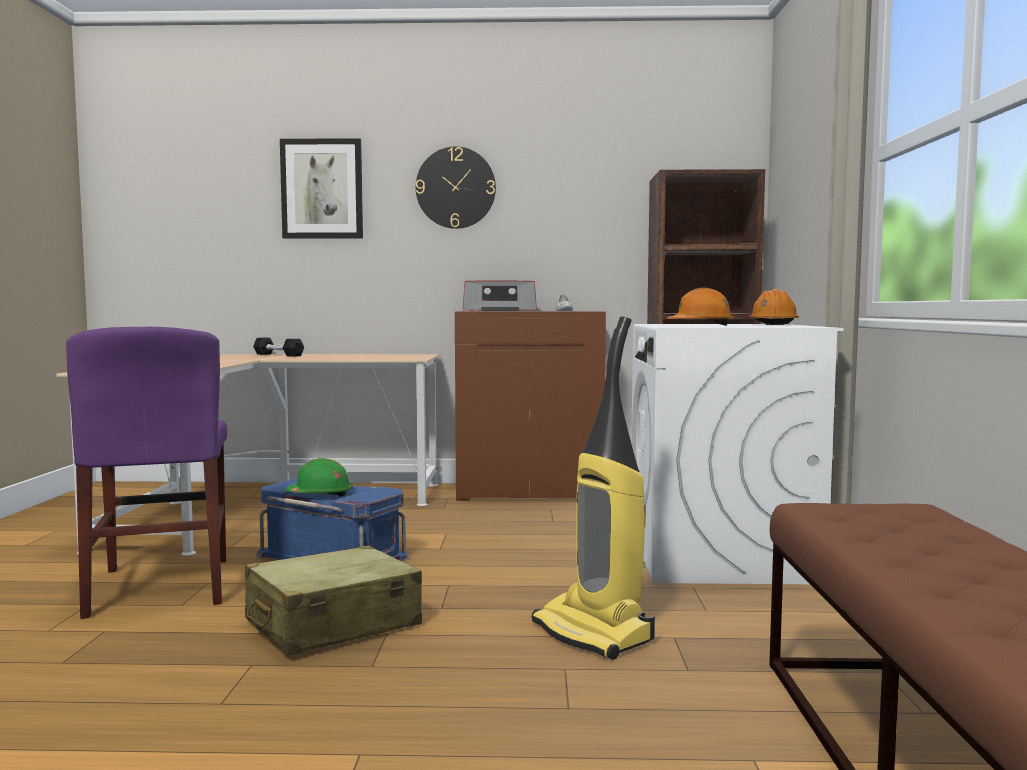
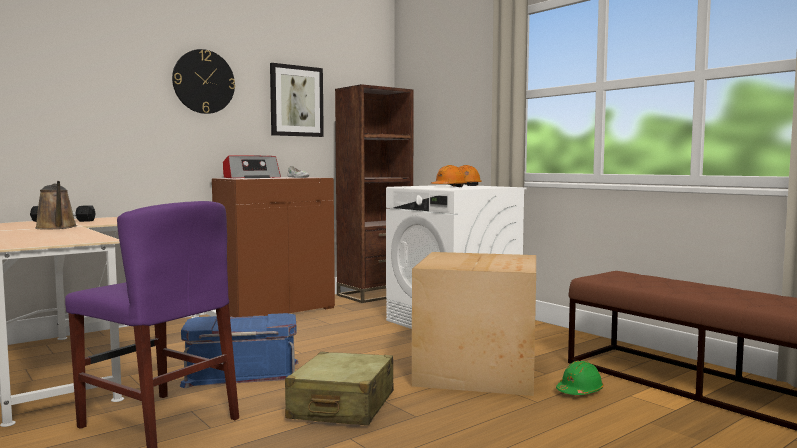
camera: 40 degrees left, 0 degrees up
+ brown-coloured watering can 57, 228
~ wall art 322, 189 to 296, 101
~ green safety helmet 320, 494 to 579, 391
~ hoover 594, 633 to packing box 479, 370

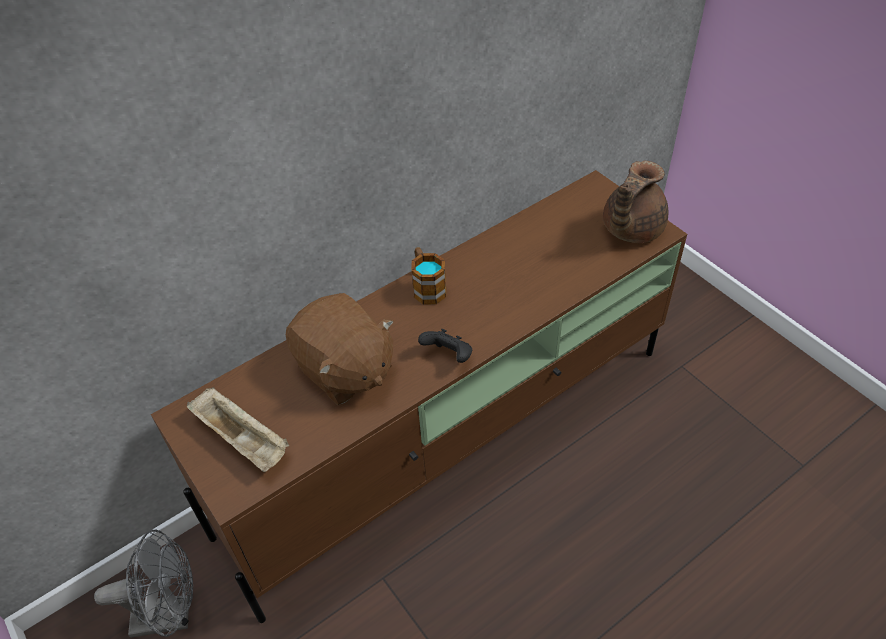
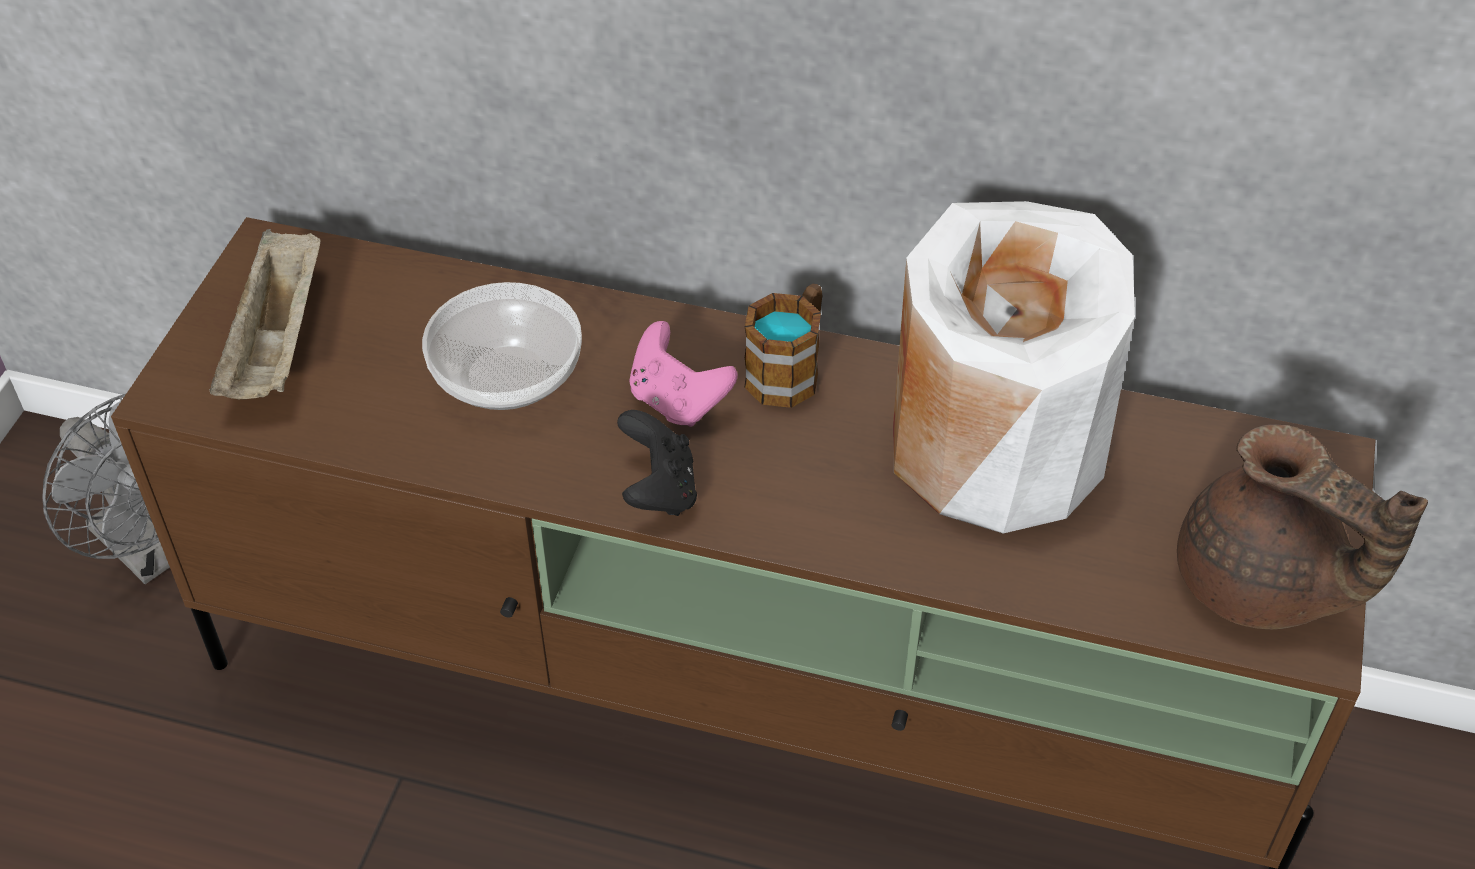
camera: 50 degrees right, 0 degrees up
+ pinkish gamepad 677, 401
+ white decorative vase 995, 447
~ brown-coloured soft toy 344, 370 to bowl 509, 375
~ brown-coloured pot for tea 630, 229 = 1260, 586 135 degrees counterclockwise

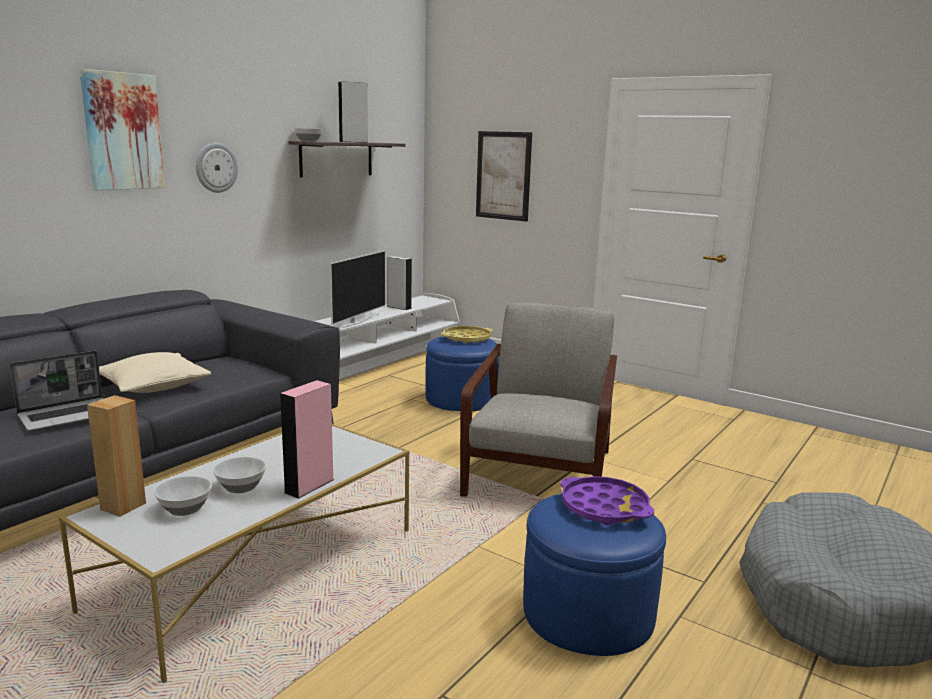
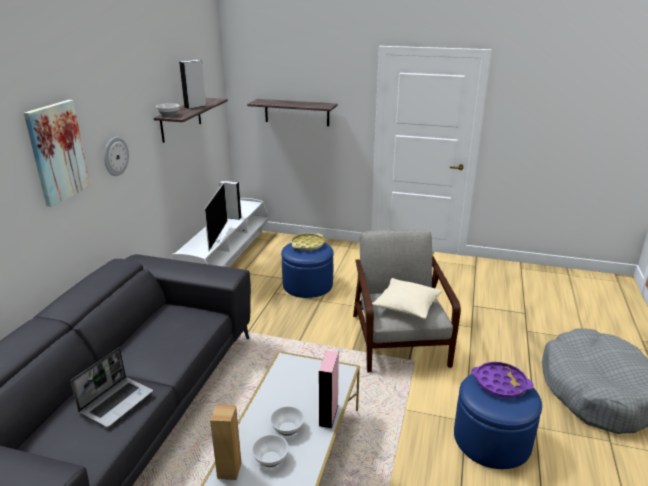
camera: 20 degrees left, 10 degrees up
~ beige-coloured cushion 153, 386 to 406, 306
~ wall art 503, 175 to bracket shelf 296, 112

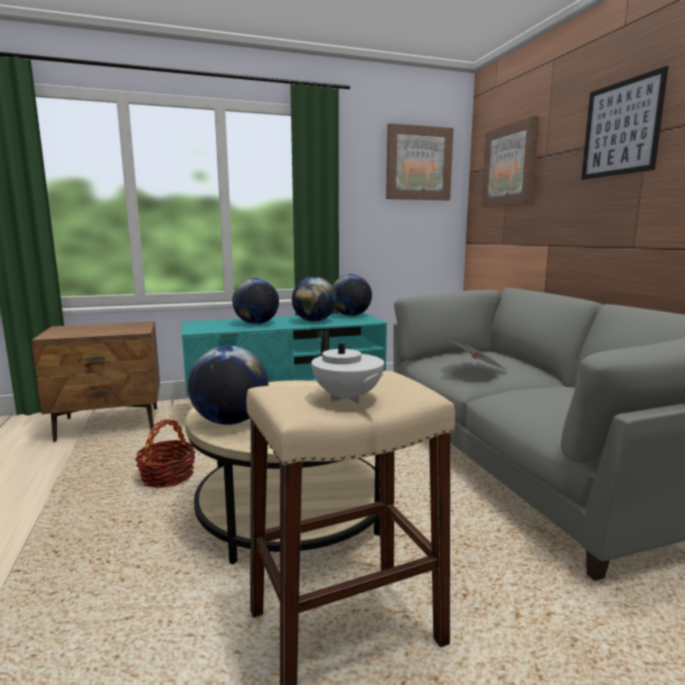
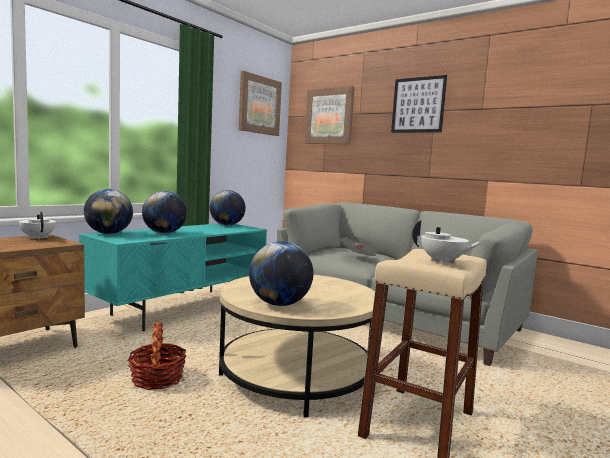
camera: 35 degrees left, 5 degrees down
+ white pot for tea 38, 238
~ world globe 314, 321 to 108, 233

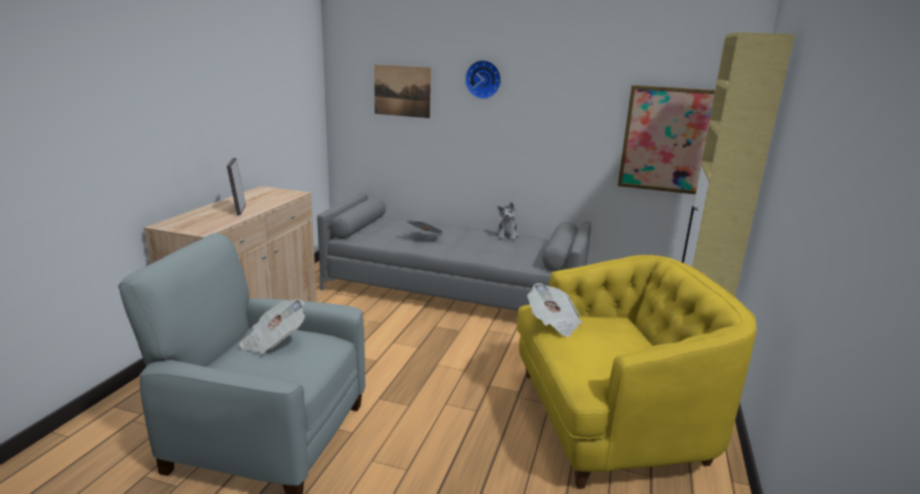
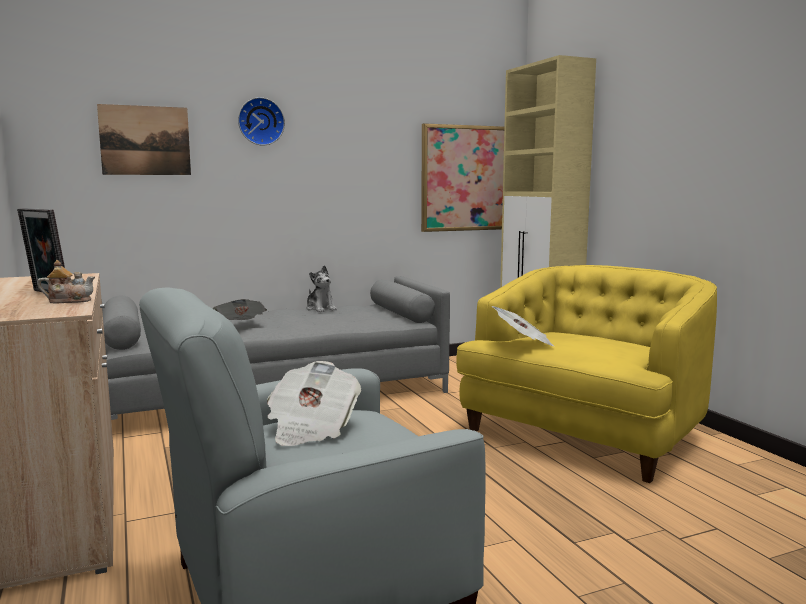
camera: 40 degrees left, 10 degrees down
+ pot for tea 69, 301

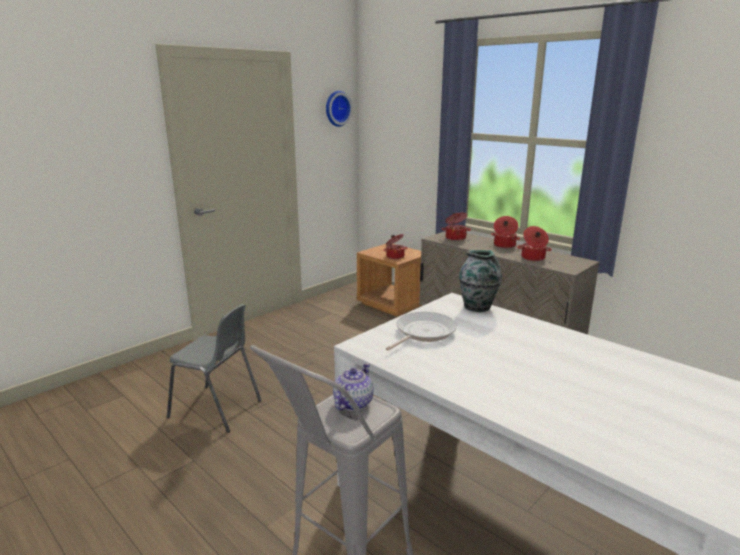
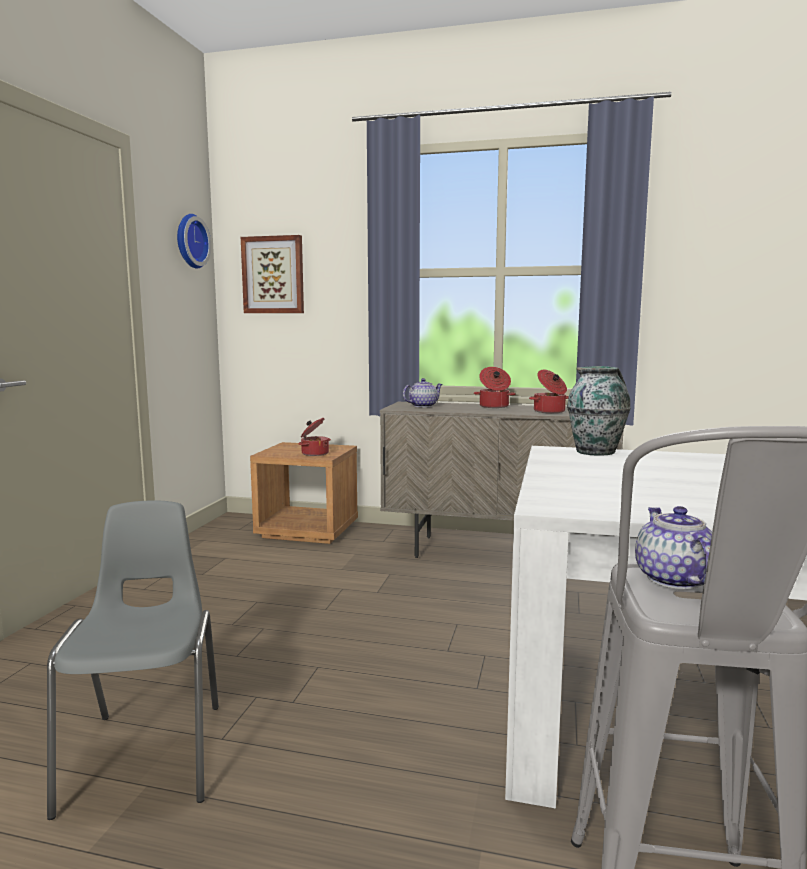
camera: 30 degrees left, 10 degrees down
- frying pan 423, 332
+ wall art 273, 275
~ saucepot 455, 238 to pot for tea 422, 406
~ grey chair 216, 409 = 148, 755 90 degrees counterclockwise

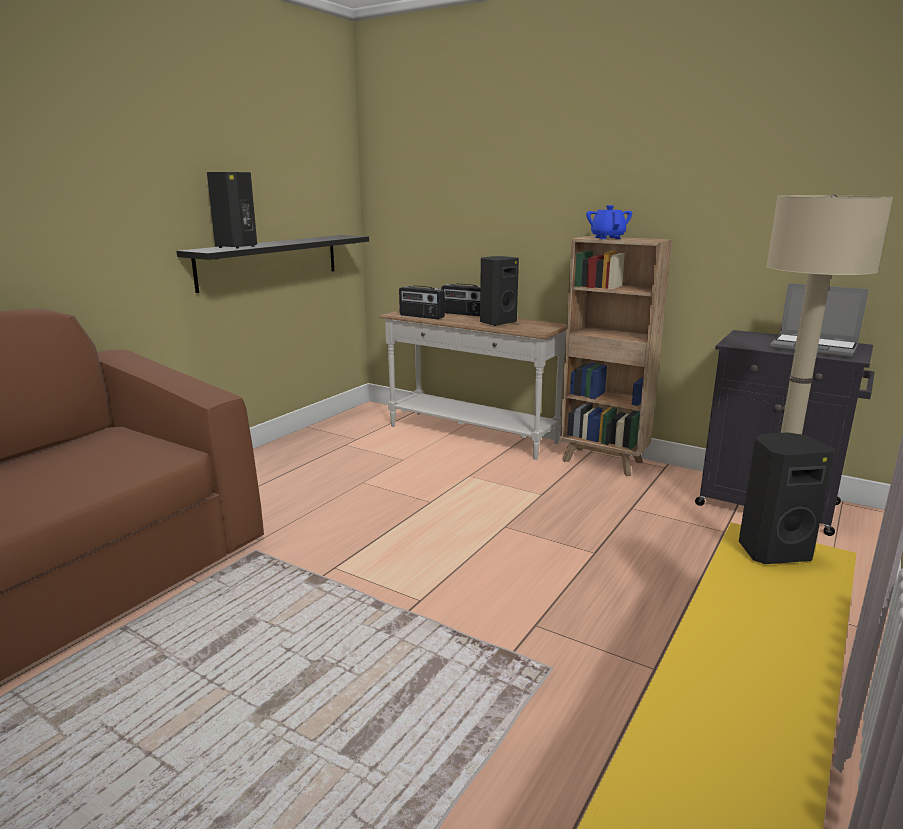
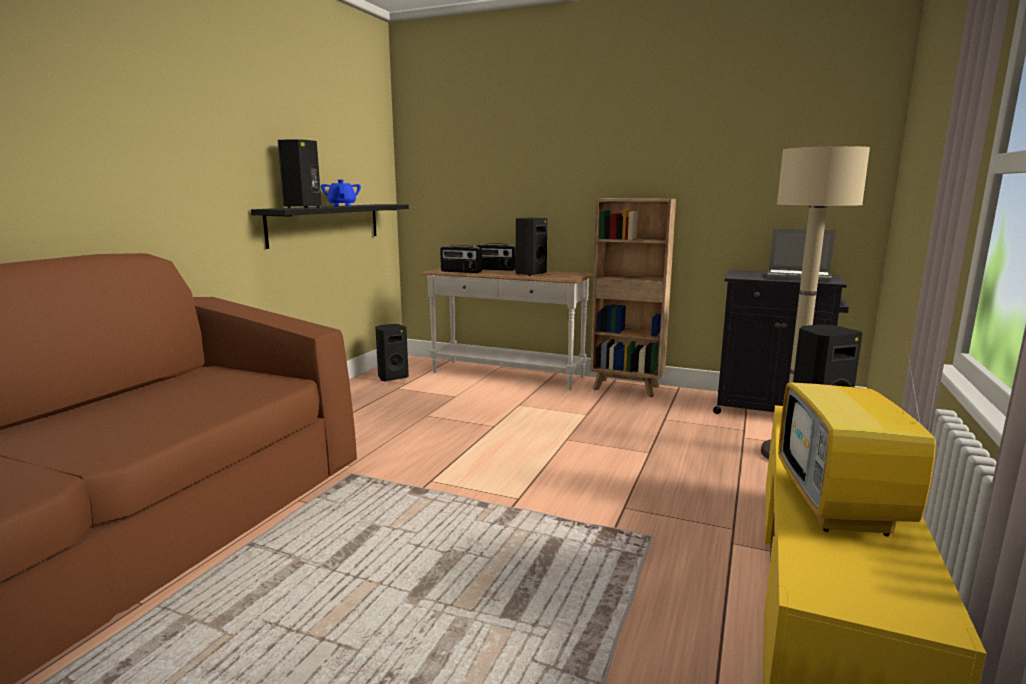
camera: 10 degrees left, 5 degrees down
+ blackish loudspeaker 392, 377
+ television 842, 509
~ blue pot for tea 607, 238 to 342, 206

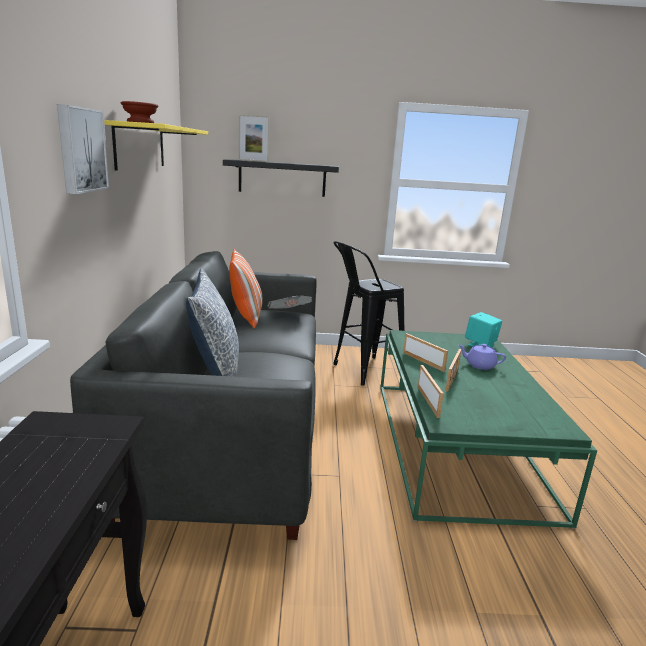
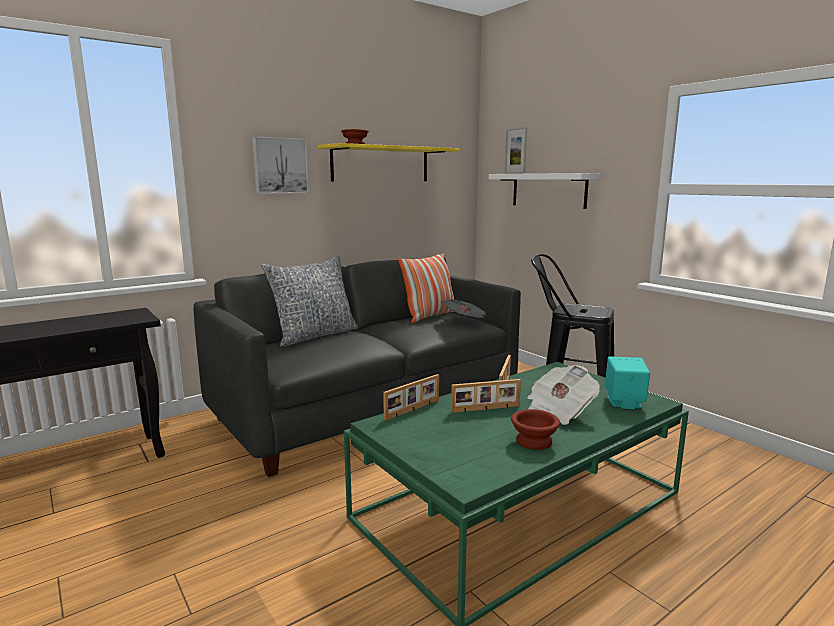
camera: 55 degrees right, 5 degrees down
+ brown-coloured bowl 534, 441
~ purple-coloured pot for tea 479, 365 to printed paper 557, 413
~ blackish bracket shelf 282, 178 to white bracket shelf 548, 190

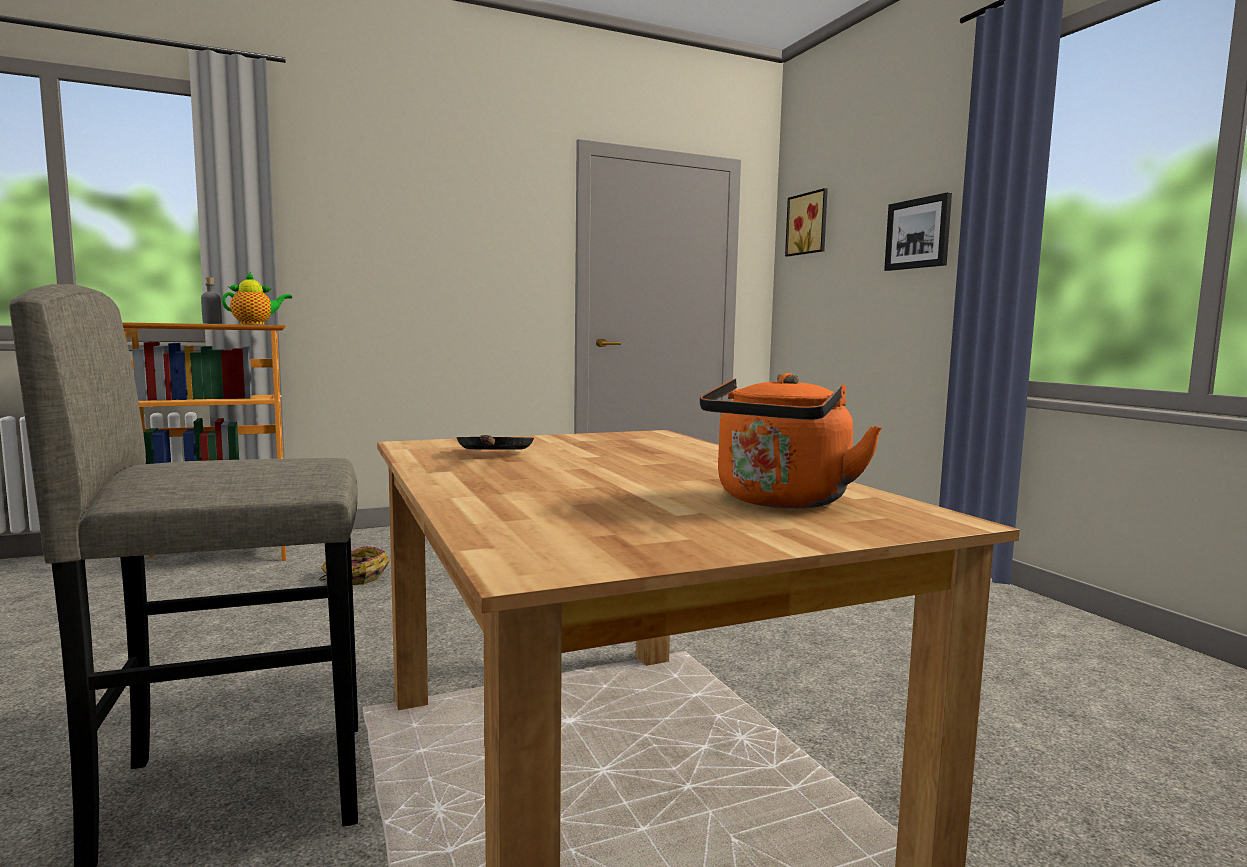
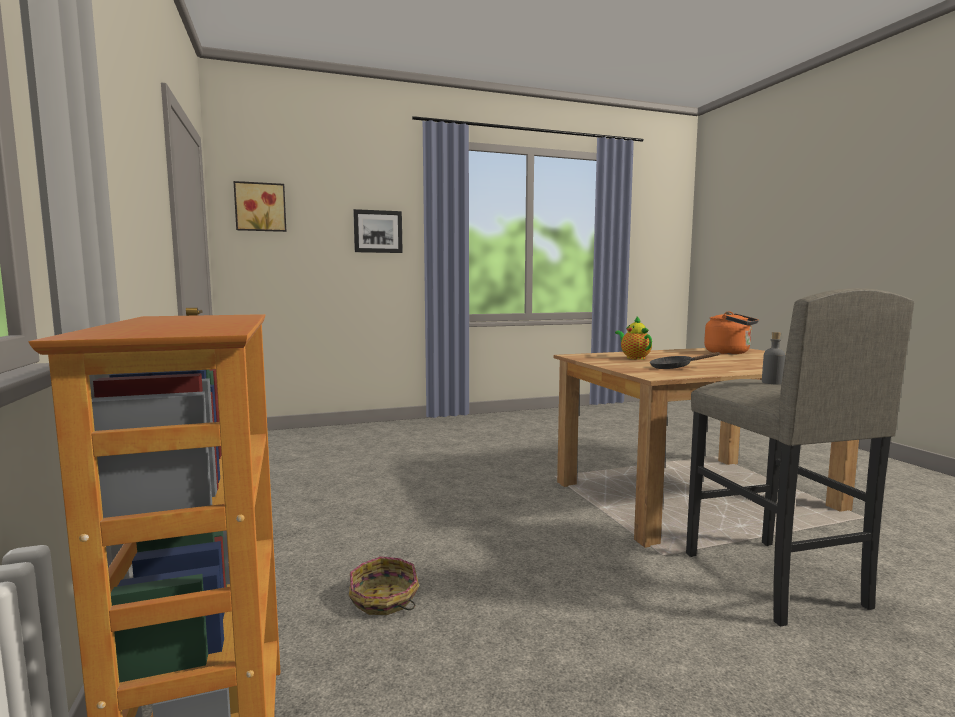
camera: 85 degrees left, 0 degrees up
~ grey beverage bottle 212, 323 to 772, 382
~ pot for tea 255, 324 to 634, 358

